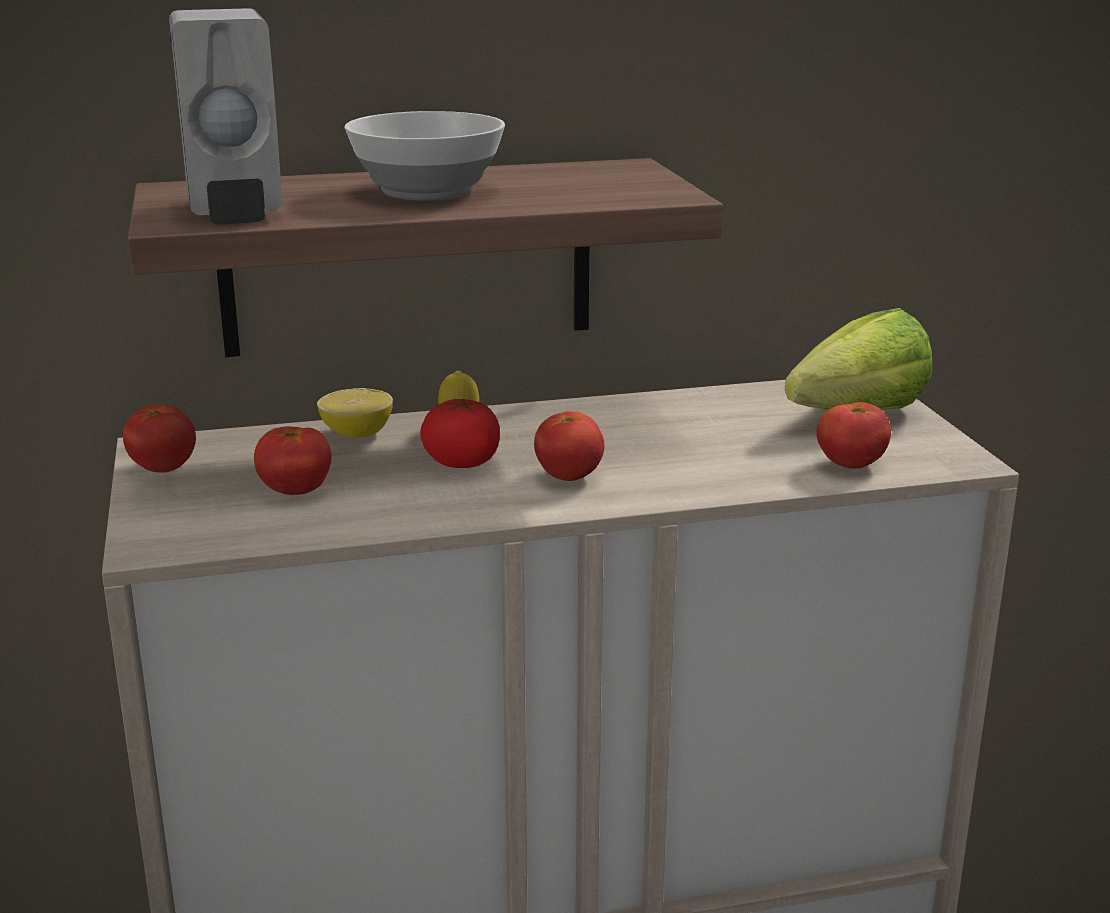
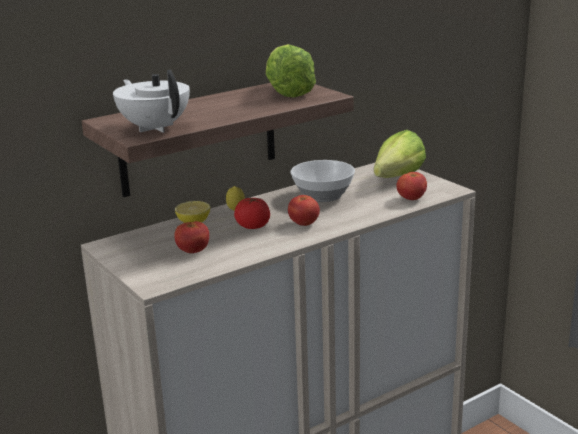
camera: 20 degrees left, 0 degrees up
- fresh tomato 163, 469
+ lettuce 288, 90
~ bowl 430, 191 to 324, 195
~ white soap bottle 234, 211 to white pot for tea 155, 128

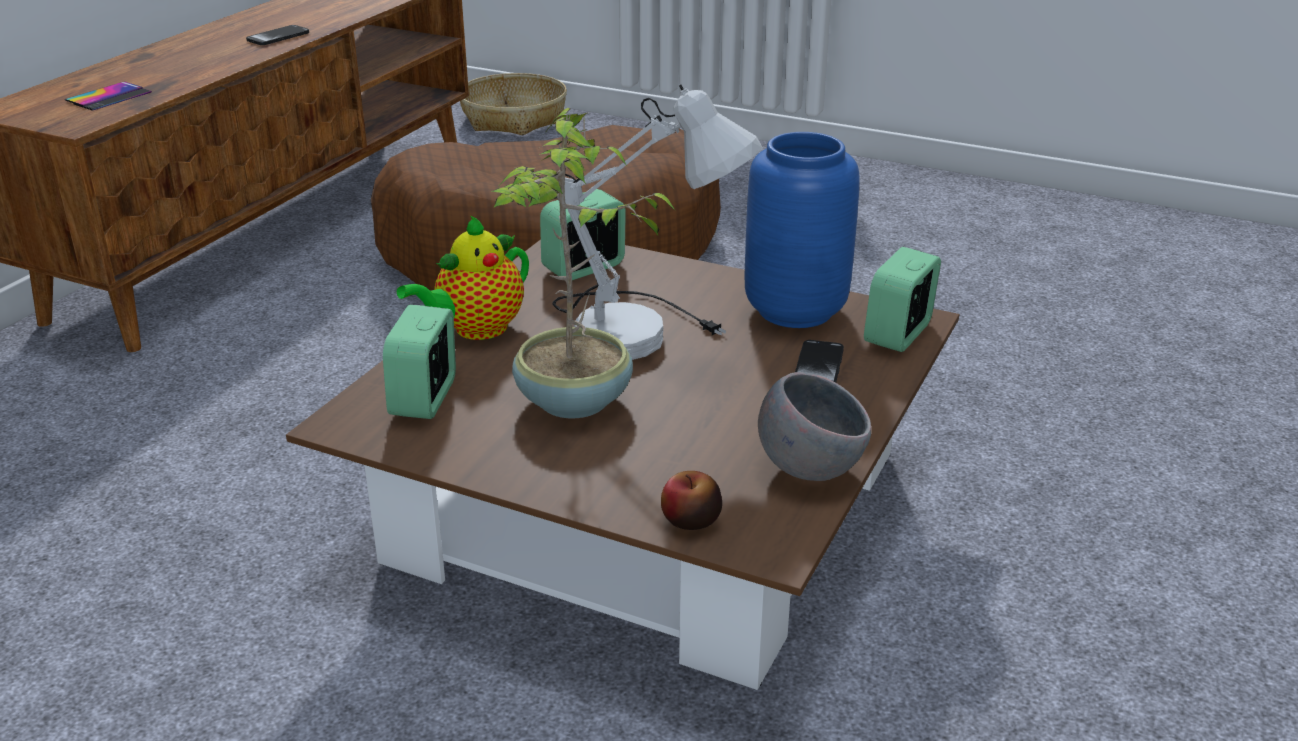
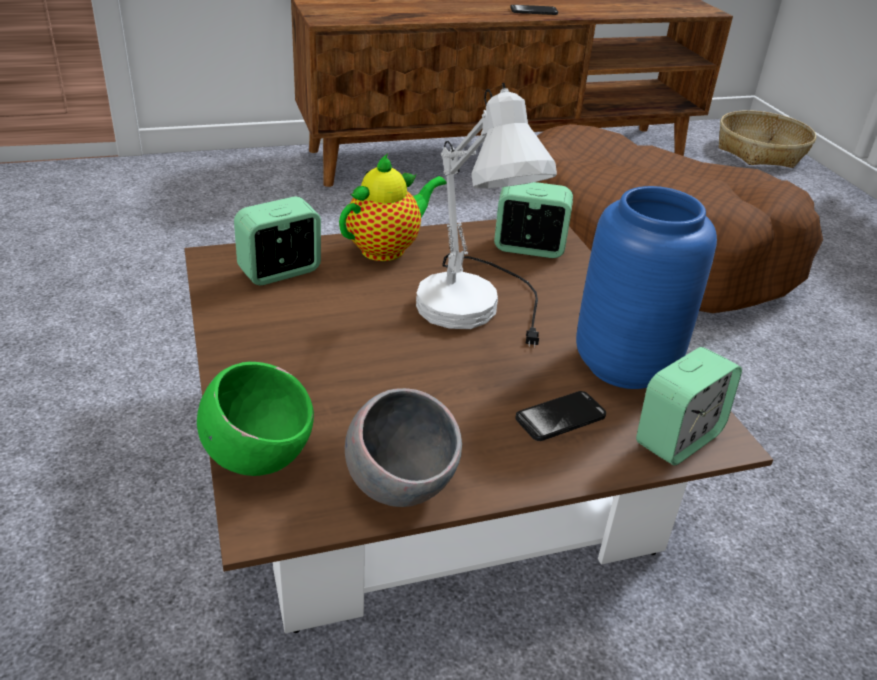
camera: 45 degrees right, 5 degrees up
- handset 108, 97
- potted plant 574, 402
~ apple fruit 690, 520 to green bowl 258, 457
~ pot for tea 476, 329 = 387, 248 135 degrees clockwise
~ table clock 898, 334 = 678, 438 150 degrees clockwise

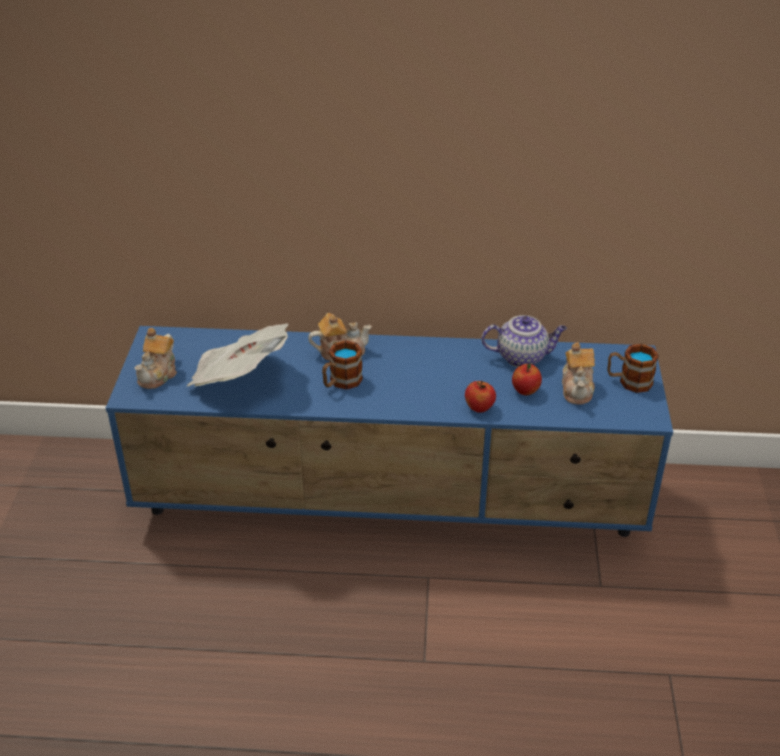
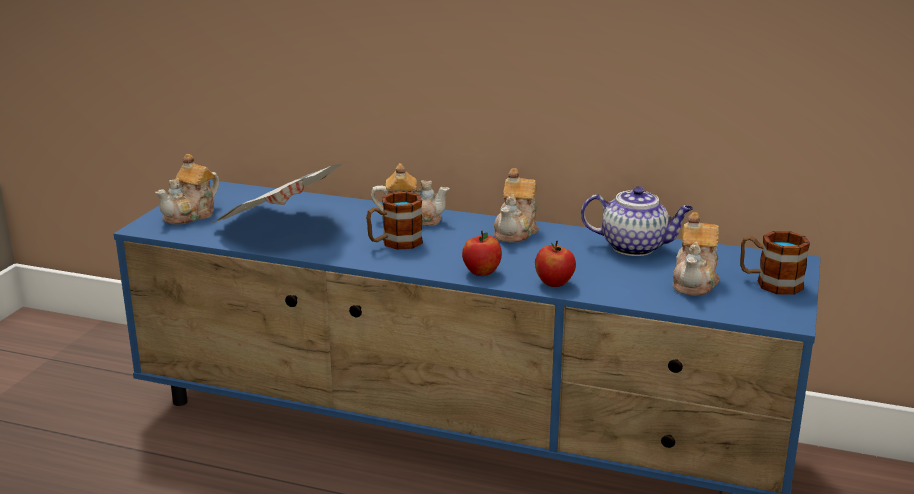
camera: 15 degrees right, 15 degrees down
+ pot for tea 516, 231
~ apple fruit 525, 391 to 481, 272

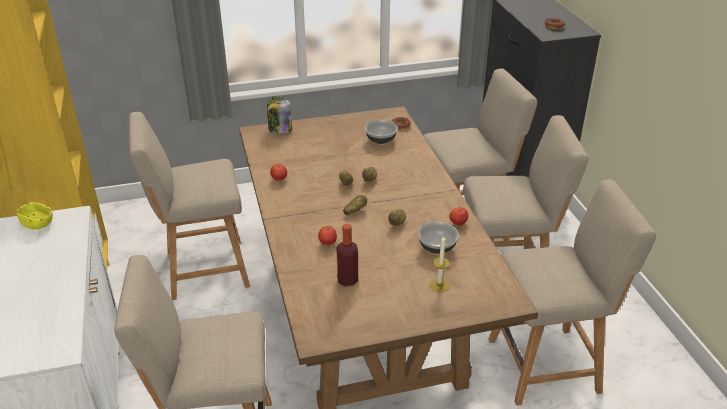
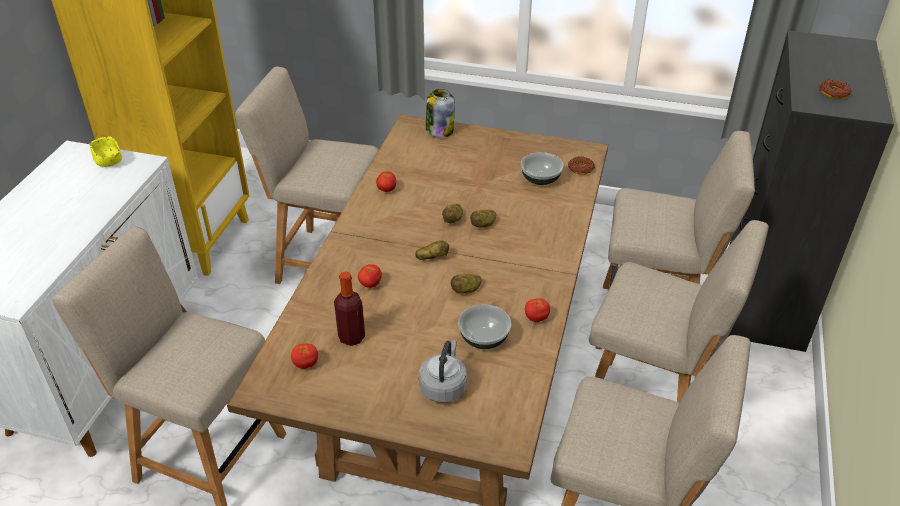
camera: 30 degrees right, 5 degrees up
+ fresh tomato 306, 364
~ wax light 439, 285 to grey tea kettle 444, 387

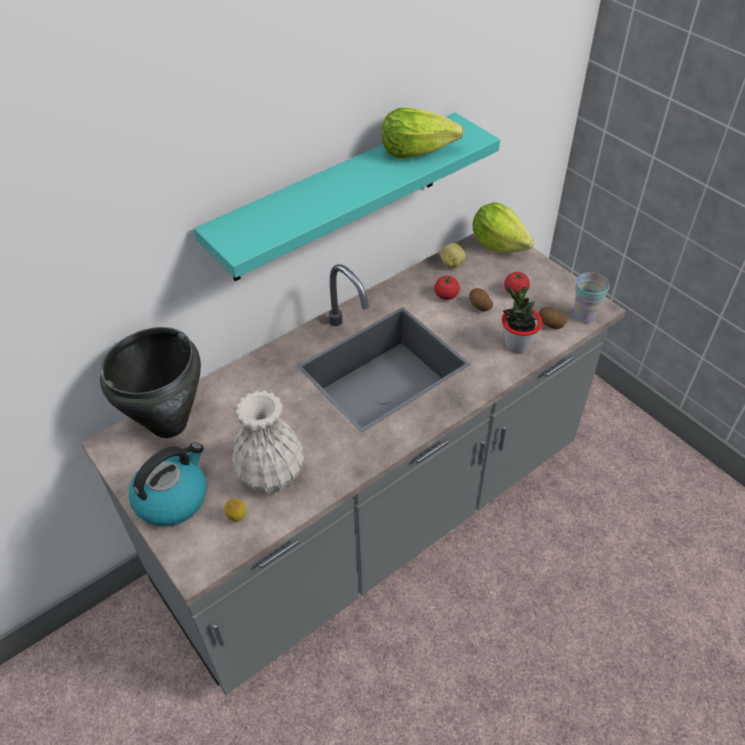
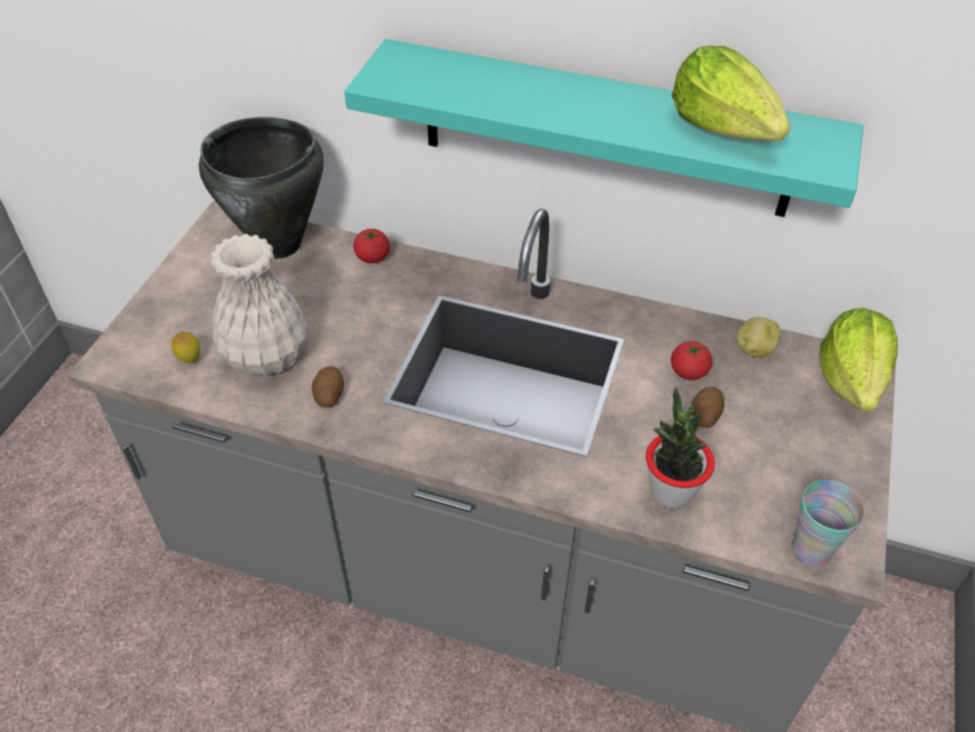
camera: 55 degrees right, 0 degrees up
- tea kettle 172, 498
~ fresh tomato 515, 291 to 372, 257
~ potato 550, 324 to 328, 395

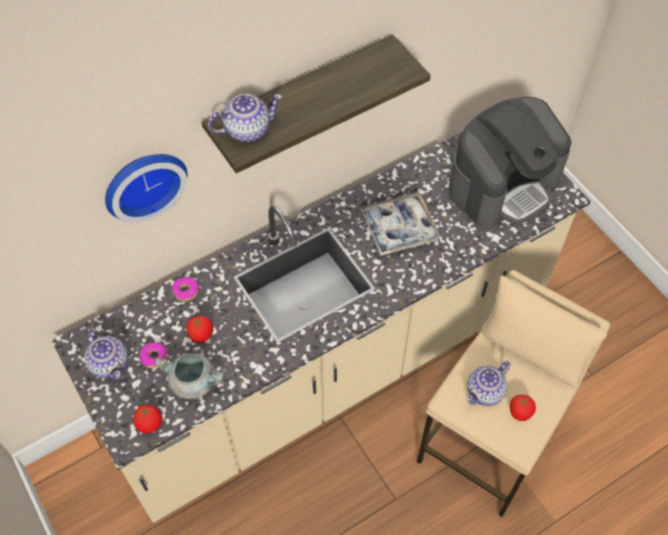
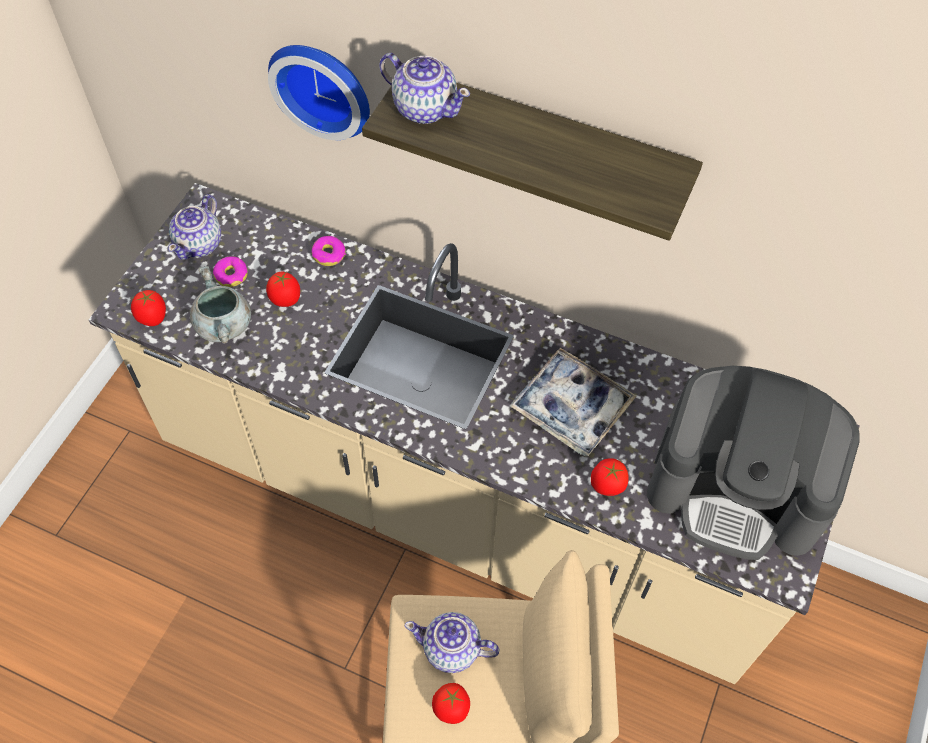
camera: 55 degrees right, 0 degrees up
+ fresh tomato 607, 485

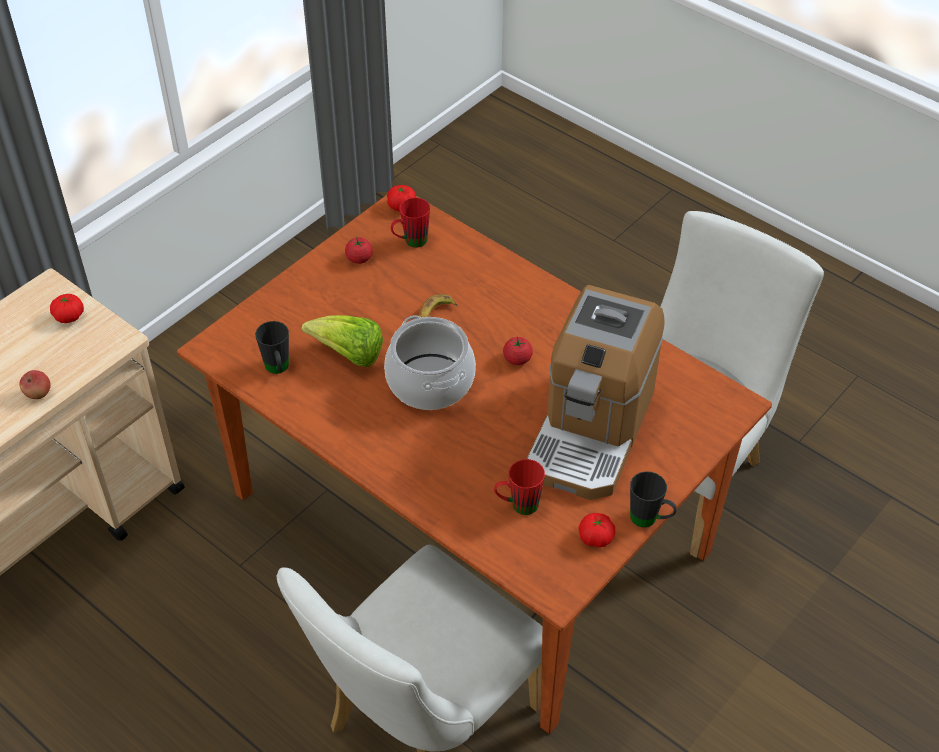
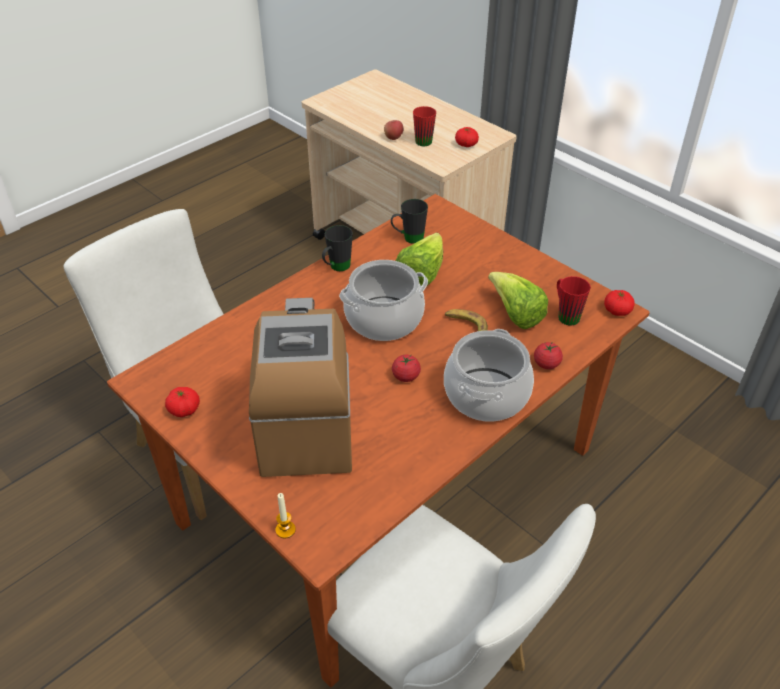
camera: 95 degrees right, 5 degrees down
+ wax light 285, 530
+ saucepot 486, 394
+ lettuce 515, 314
~ fresh tomato 359, 258 to 546, 364
~ red coffee mug 518, 505 to 423, 139
~ blackish coffee mug 649, 520 to 336, 268
~ coffee brewer 591, 431 = 306, 420 60 degrees clockwise

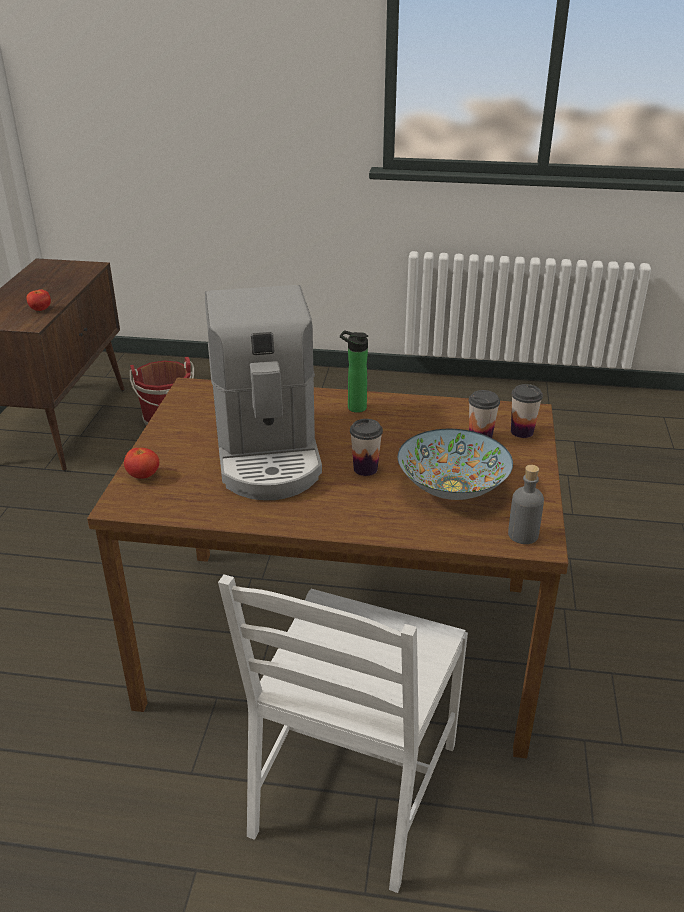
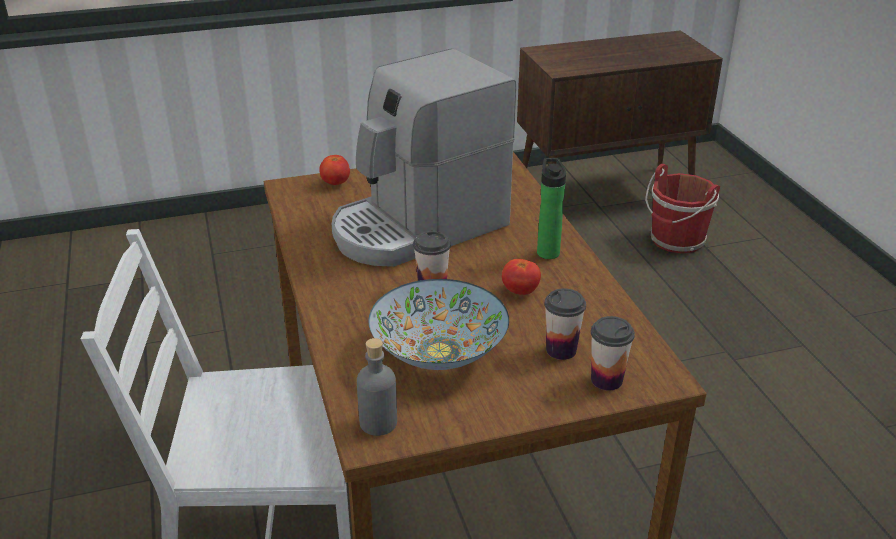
camera: 65 degrees right, 0 degrees up
~ fresh tomato 40, 310 to 520, 291

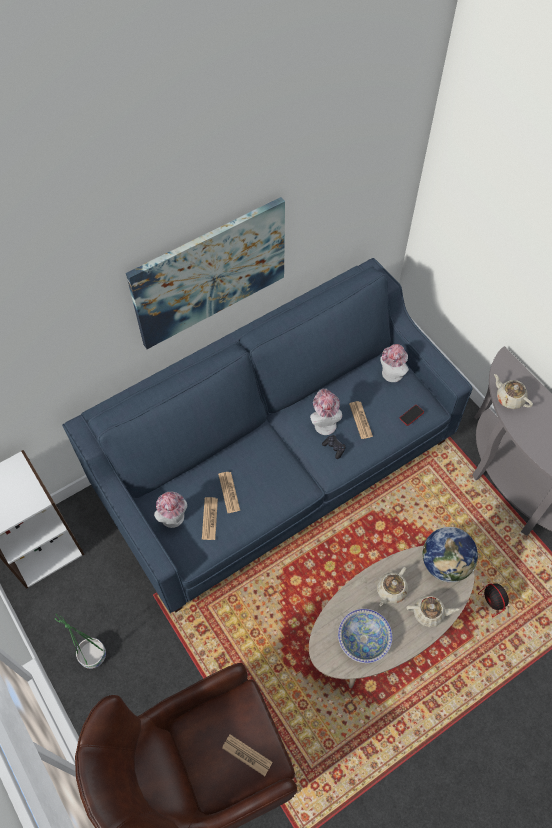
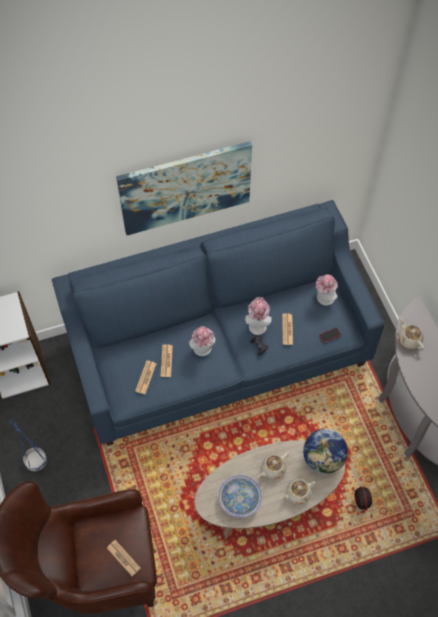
camera: 15 degrees right, 0 degrees up
~ hat 174, 519 to 203, 350
~ green flower pot 92, 655 to blue flower pot 36, 461
~ beige-coloured pot for tea 429, 613 = 297, 493 135 degrees clockwise

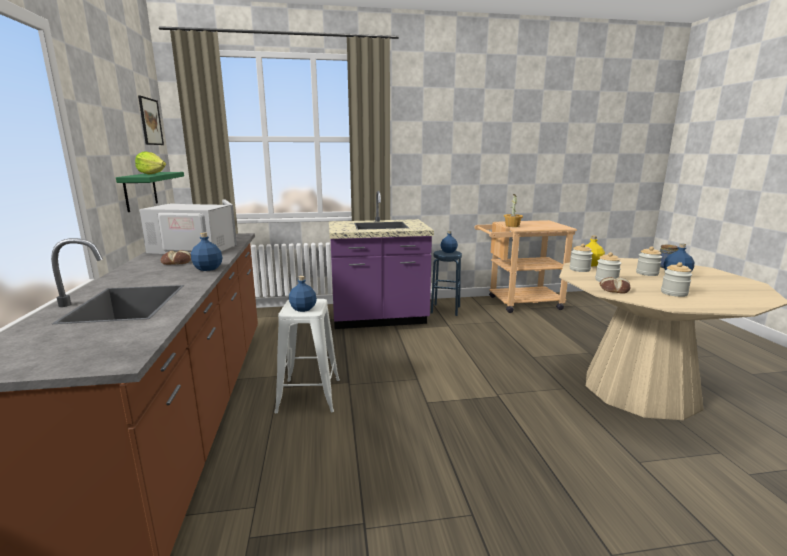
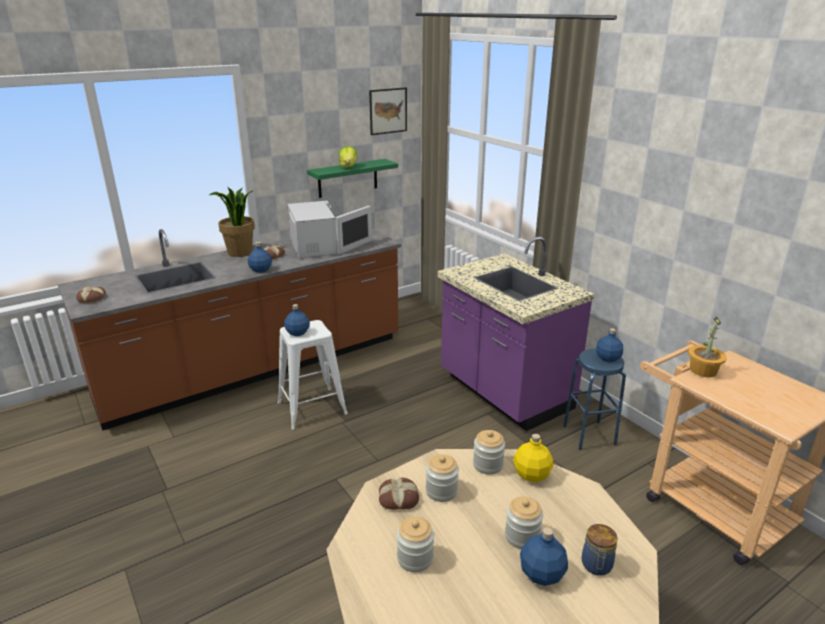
camera: 65 degrees right, 10 degrees up
+ bakery bread 92, 298
+ potted plant 240, 253

